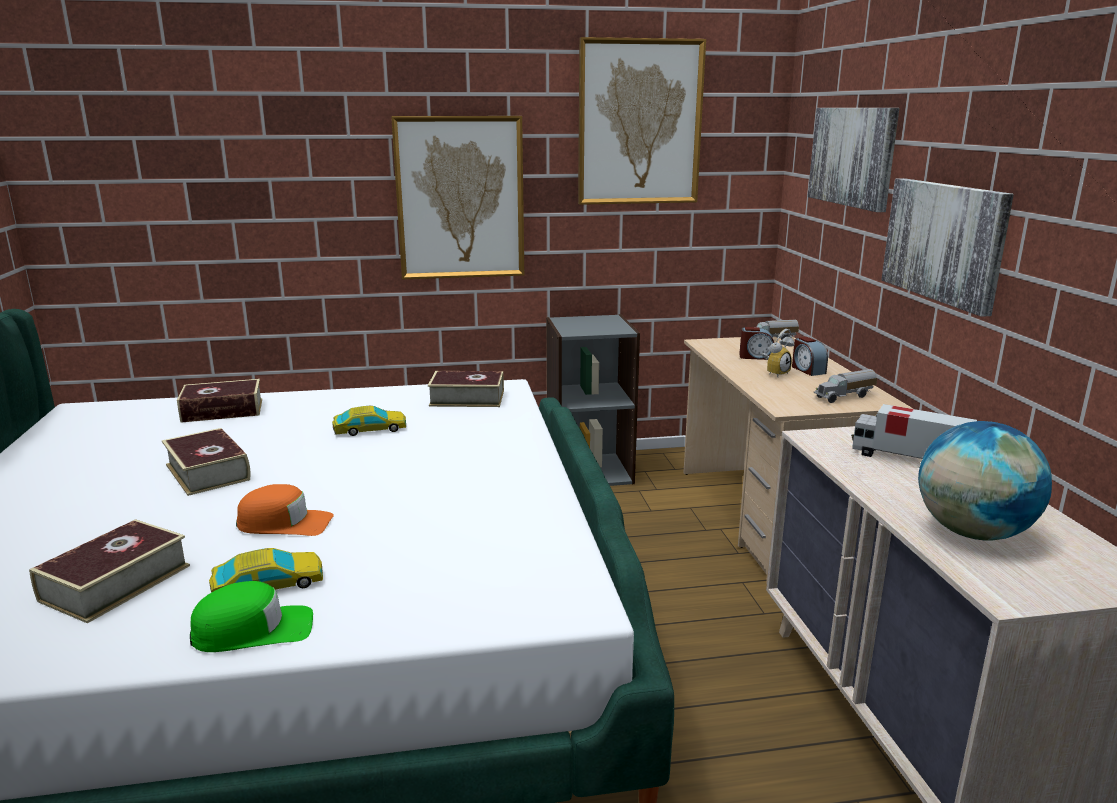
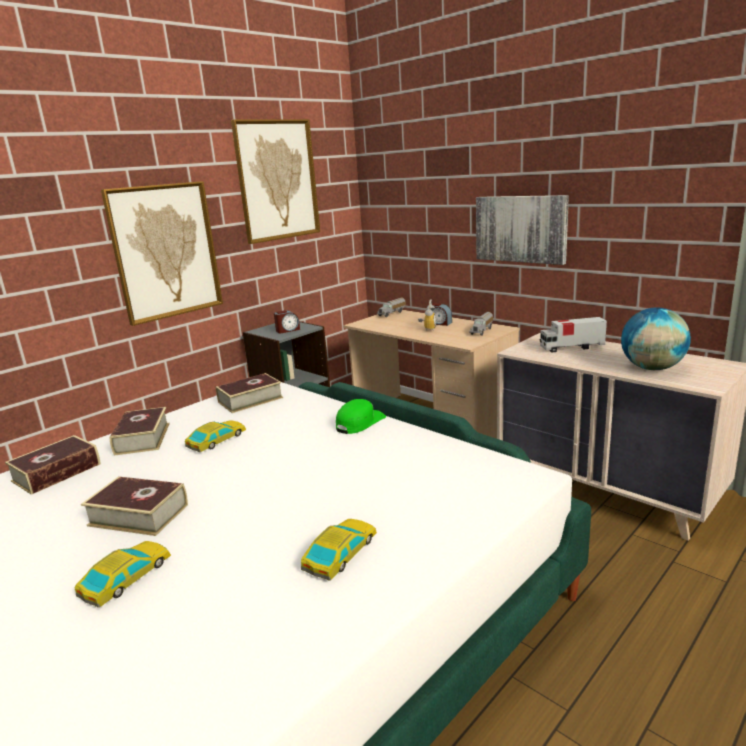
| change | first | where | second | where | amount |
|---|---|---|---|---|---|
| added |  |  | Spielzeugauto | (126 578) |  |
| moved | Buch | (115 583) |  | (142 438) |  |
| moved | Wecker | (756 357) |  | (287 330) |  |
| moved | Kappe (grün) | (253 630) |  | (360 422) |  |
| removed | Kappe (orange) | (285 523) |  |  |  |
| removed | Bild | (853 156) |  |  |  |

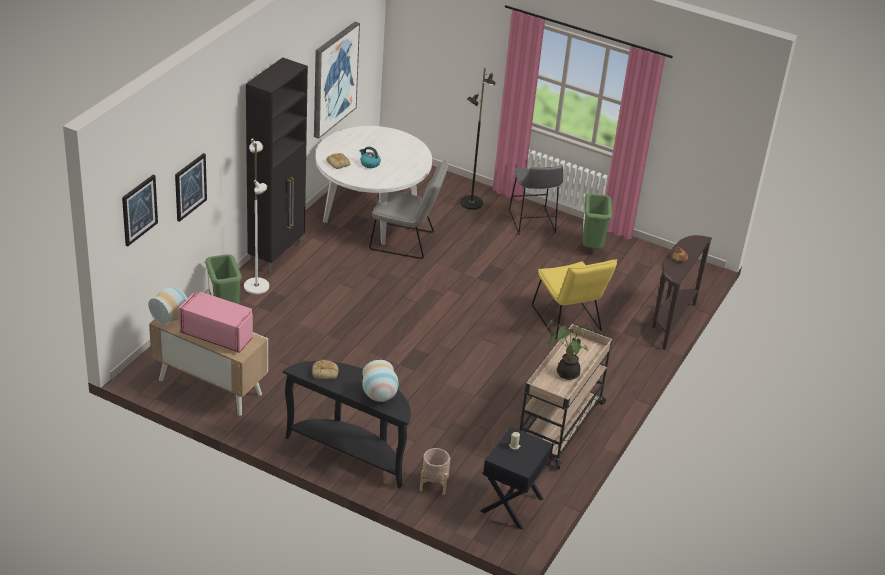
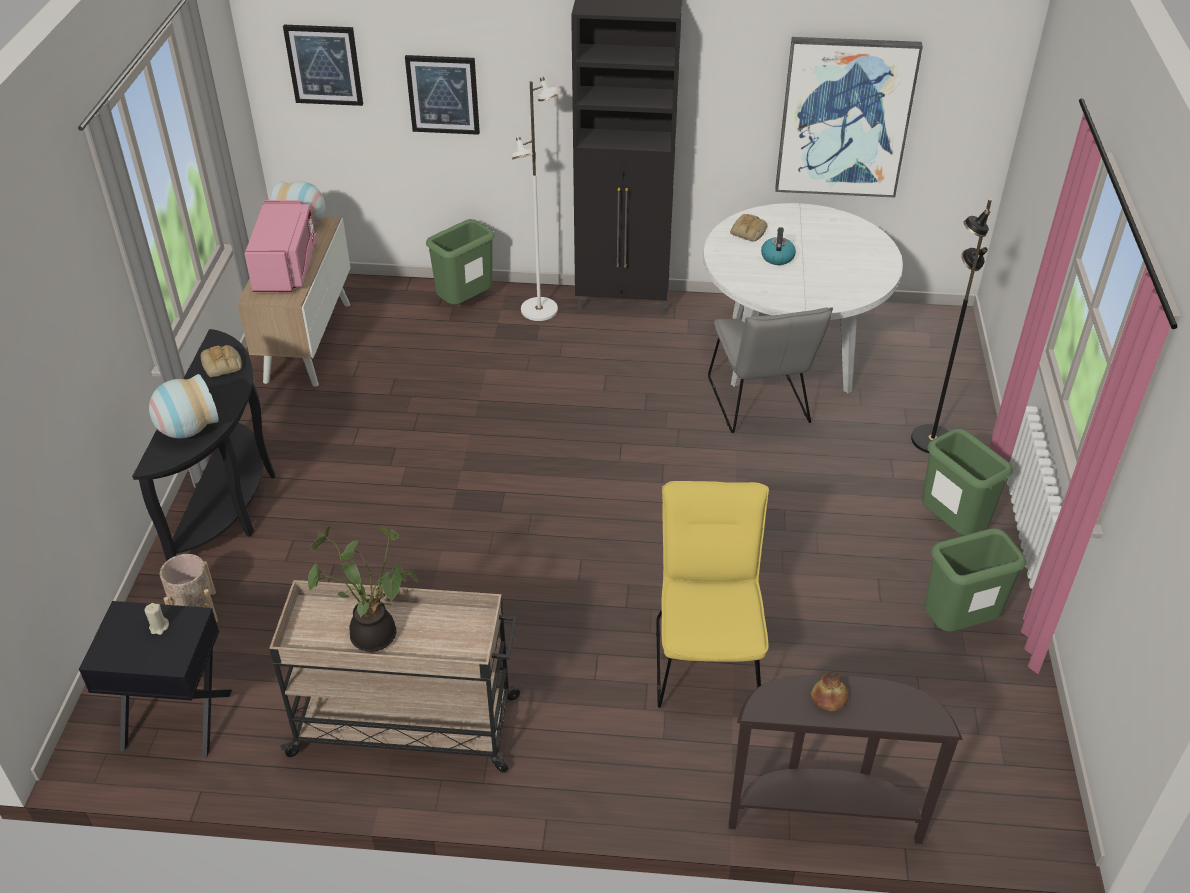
| change | first | where | second | where | amount |
|---|---|---|---|---|---|
| turned | Stuhl (gelb) | (568 321) |  | (707 655) | 135 degrees clockwise |
| replaced | Hocker (grau) | (532 223) | Mülleimer (grün) | (950 526) |  |

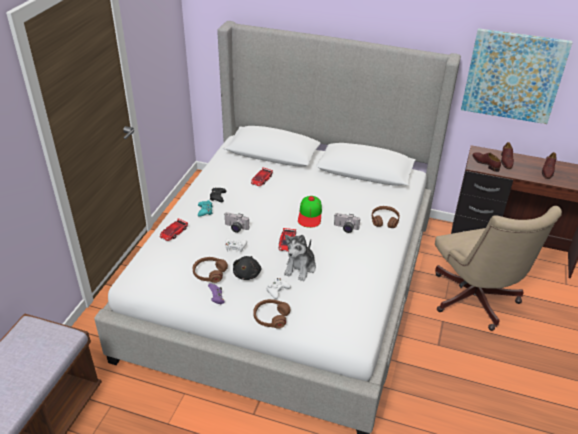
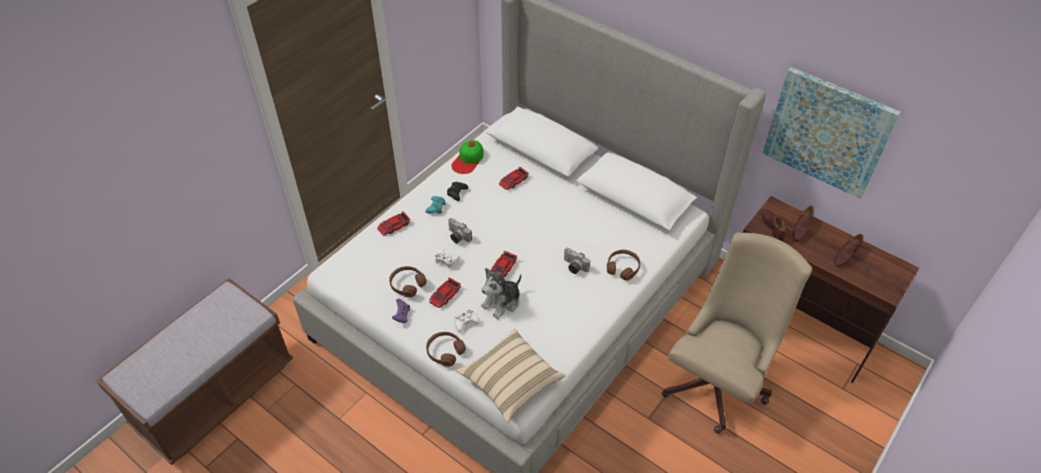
| change | first | where | second | where | amount |
|---|---|---|---|---|---|
| replaced | Plüschtier (schwarz) | (247 274) | Spielzeugauto | (445 295) |  |
| moved | Kappe | (310 214) |  | (468 160) |  |
| added |  |  | Kissen (beige) | (511 382) |  |
| turned | Bürostuhl (beige) | (475 302) |  | (718 380) | 150 degrees counterclockwise |

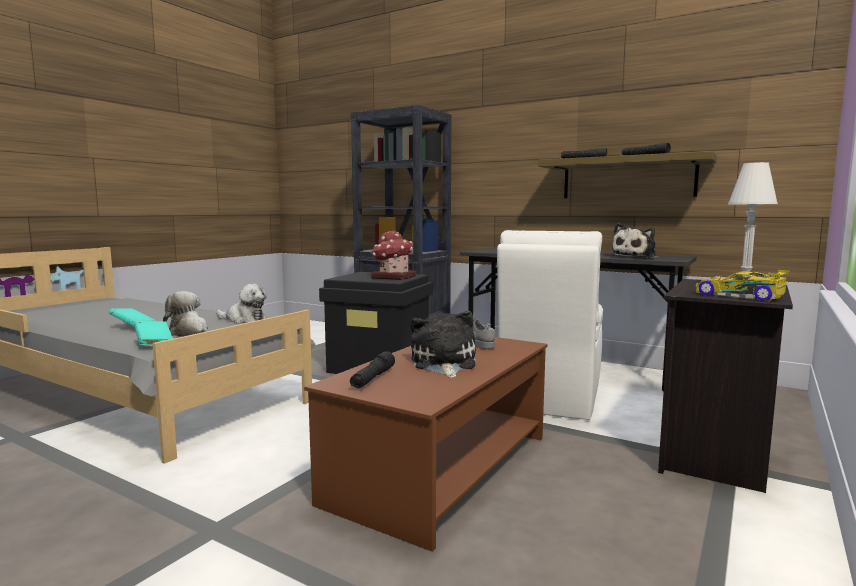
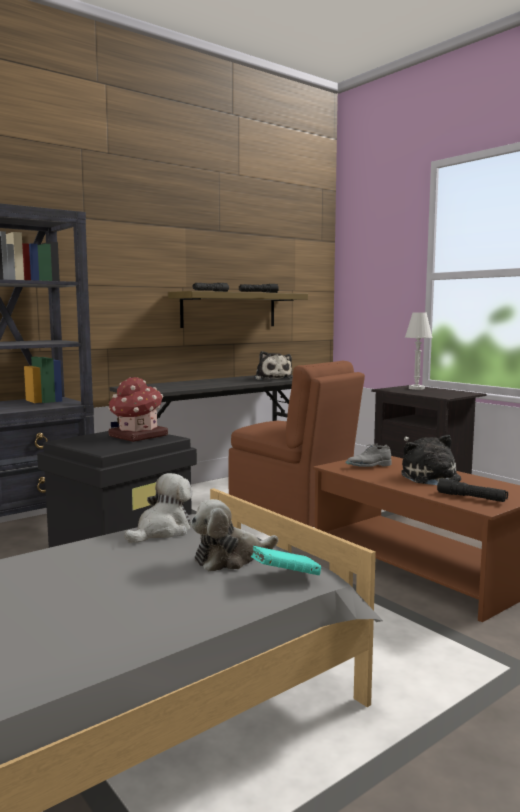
| change | first | where | second | where | amount |
|---|---|---|---|---|---|
| recoloured | Stuhl (weiß) | (549 397) | Stuhl (braun) | (292 510) |  |
| turned | Plüschtier | (443 364) |  | (432 479) | 60 degrees clockwise |
| removed | Buch (türkis) | (133 327) |  |  |  |
| removed | Spielzeugauto | (741 296) |  |  |  |

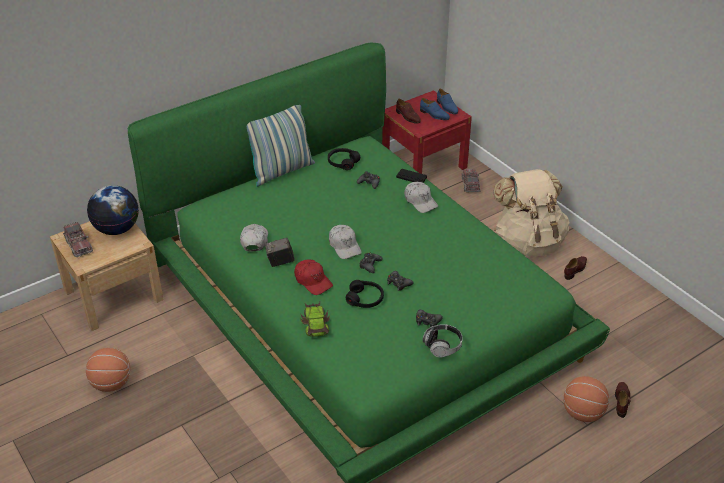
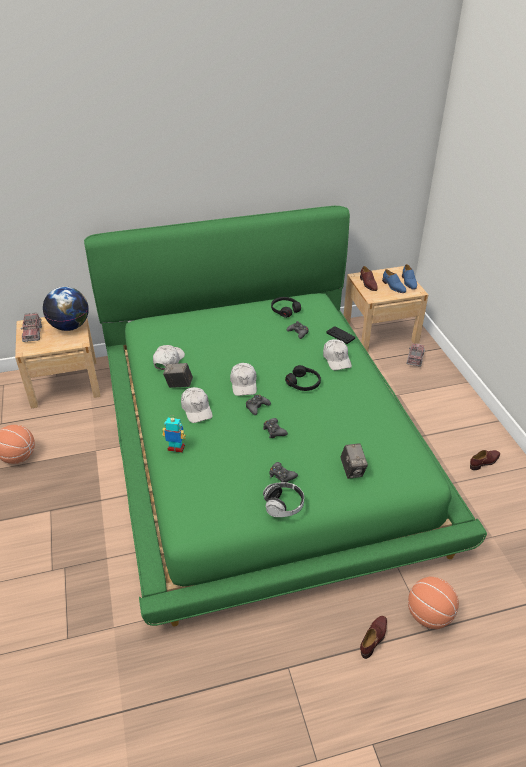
| change | first | where | second | where | amount |
|---|---|---|---|---|---|
| replaced | Spielzeugauto | (315 322) | Spielzeugroboter | (176 448) |  |
| recoloured | Kappe (rot) | (313 281) | Kappe (weiß) | (196 409) |  |
| moved | Kopfhörer (schwarz) | (365 299) |  | (303 383) |  |
| added |  |  | Kamera | (352 470) |  |
| recoloured | Nachttisch (rot) | (423 164) | Nachttisch (beige) | (380 332) |  |
| moved | Schuh (braun) | (621 401) |  | (374 638) |  |
| removed | Kissen | (281 171) |  |  |  |
| removed | Rucksack (beige) | (528 242) |  |  |  |

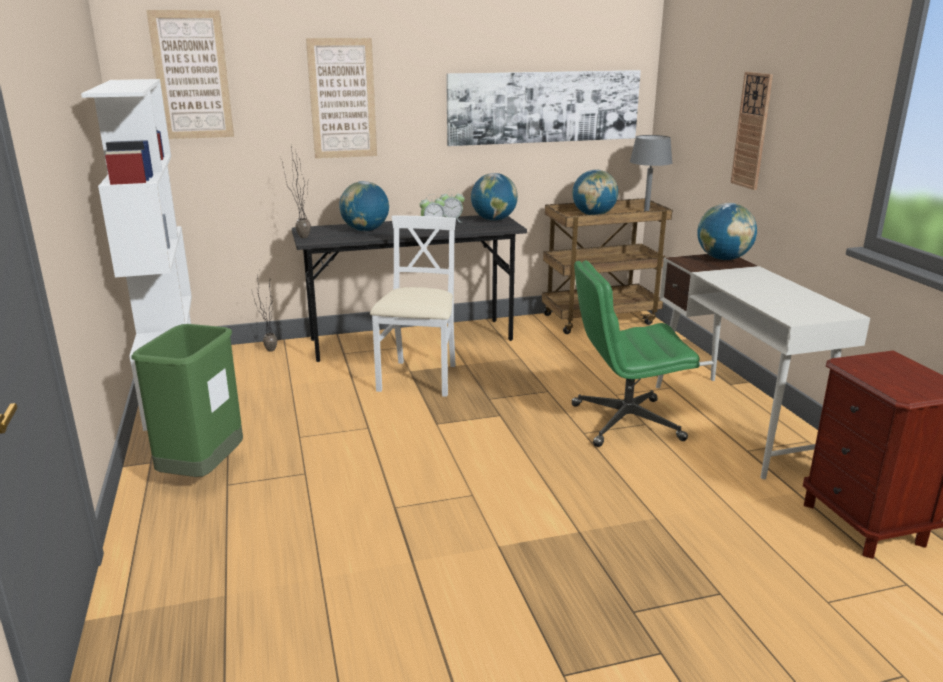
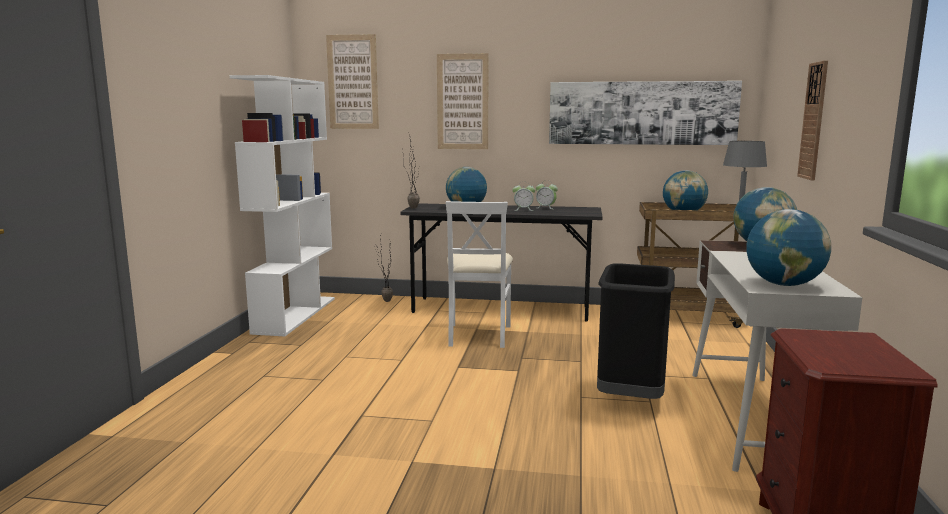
| change | first | where | second | where | amount |
|---|---|---|---|---|---|
| turned | Stuhl (weiß) | (419 378) |  | (478 335) | 150 degrees clockwise |
| replaced | Bürostuhl (grün) | (625 422) | Mülleimer (schwarz) | (630 396) |  |
| moved | Globus | (494 220) |  | (783 284) |  |
| removed | Mülleimer (grün) | (203 472) |  |  |  |

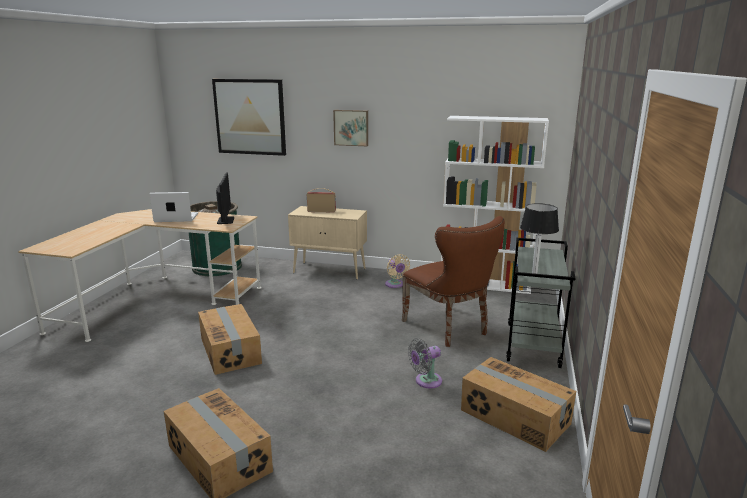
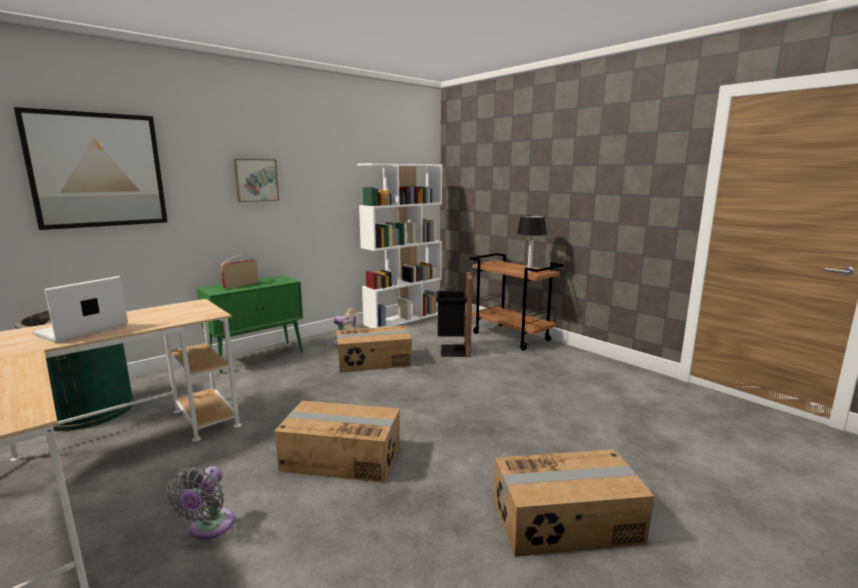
| change | first | where | second | where | amount |
|---|---|---|---|---|---|
| moved | Ventilator (grau) | (426 381) |  | (209 528) |  |
| recoloured | Schrank (beige) | (330 271) | Schrank (grün) | (257 357) |  |
| moved | Karton | (514 417) |  | (374 361) |  |
| replaced | Stuhl (braun) | (449 329) | Mülleimer (schwarz) | (453 350) |  |
| recoloured | Rollwagen (grau) | (533 345) | Rollwagen (braun) | (512 337) |  |
| removed | Monitor | (225 220) |  |  |  |

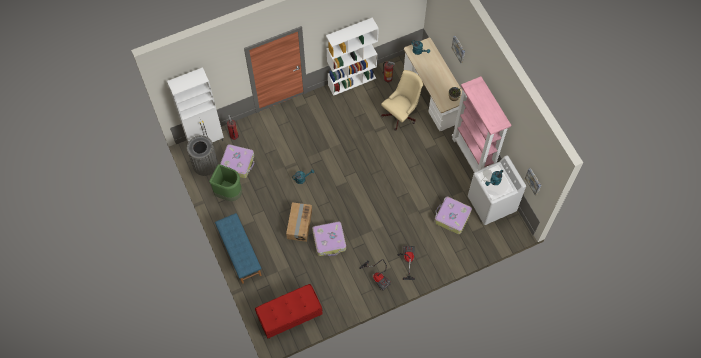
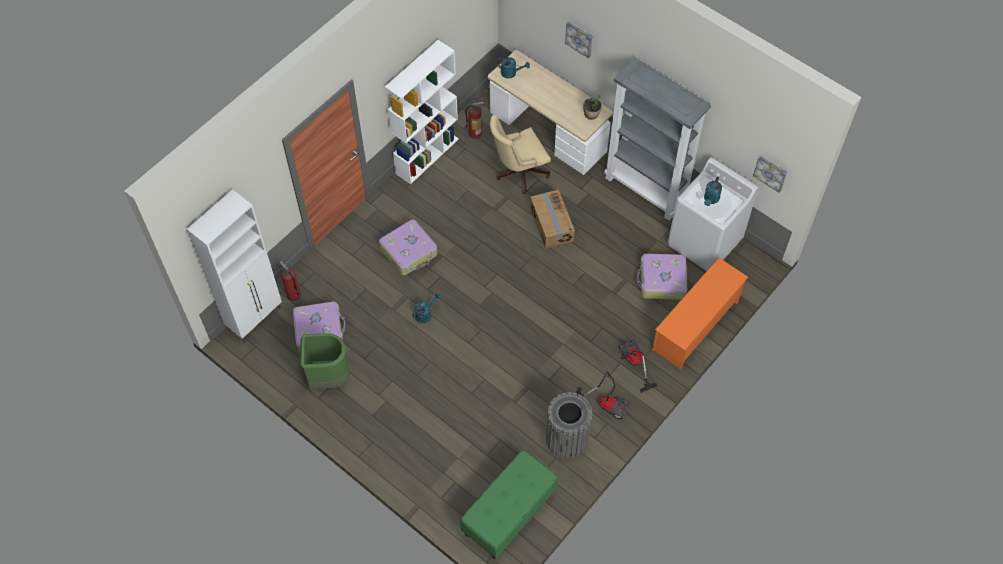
| change | first | where | second | where | amount |
|---|---|---|---|---|---|
| moved | Koffer | (329 241) |  | (409 252) |  |
| recoloured | Bank (rot) | (290 316) | Bank (grün) | (509 514) |  |
| turned | Bürostuhl (beige) | (401 114) |  | (518 172) | 135 degrees counterclockwise |
| moved | Karton | (299 224) |  | (551 225) |  |
| moved | Mülleimer (grau) | (205 164) |  | (566 439) |  |
| recoloured | Bücherregal (rosa) | (472 156) | Bücherregal (grau) | (646 190) |  |
| added |  |  | Schuhregal (orange) | (695 326) |  |
| removed | Bank (blau) | (239 253) |  |  |  |

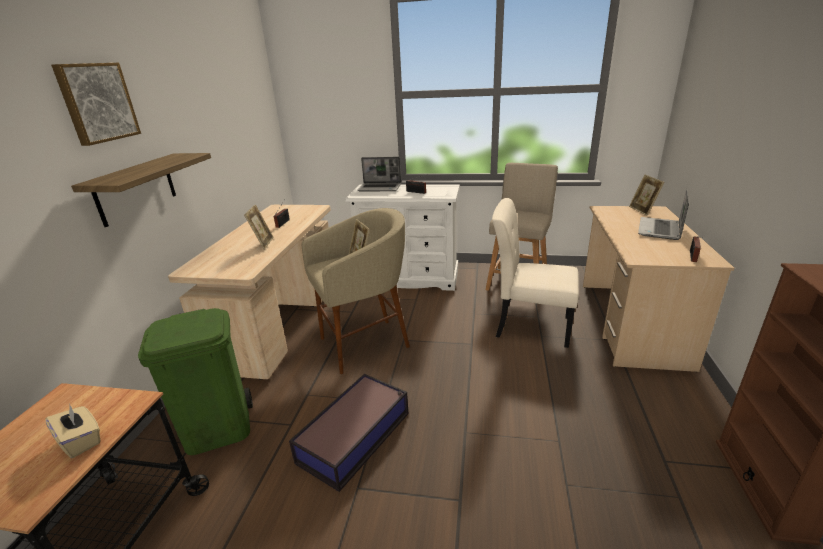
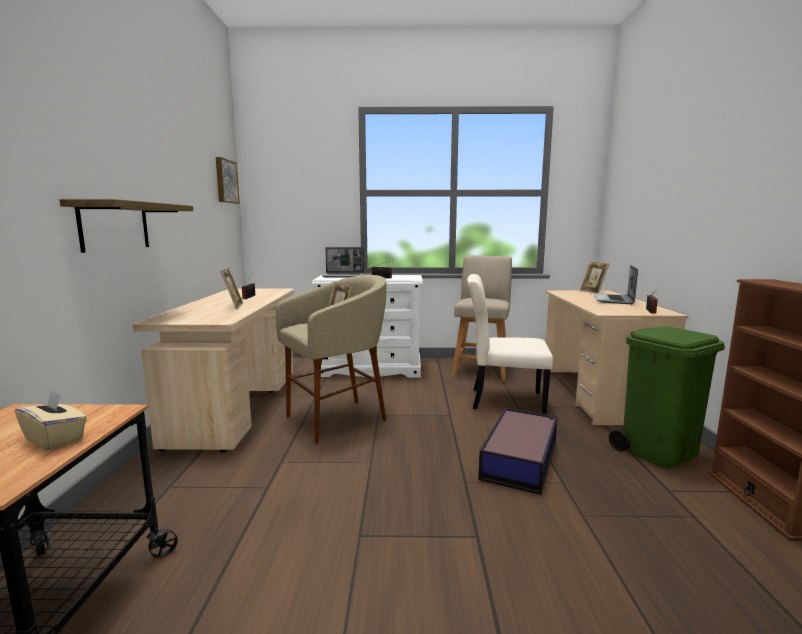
| change | first | where | second | where | amount |
|---|---|---|---|---|---|
| moved | Bild | (97 102) |  | (225 181) |  |
| moved | Aufbewahrungsbox | (356 436) |  | (521 458) |  |
| moved | Mülleimer (grün) | (219 429) |  | (658 451) |  |

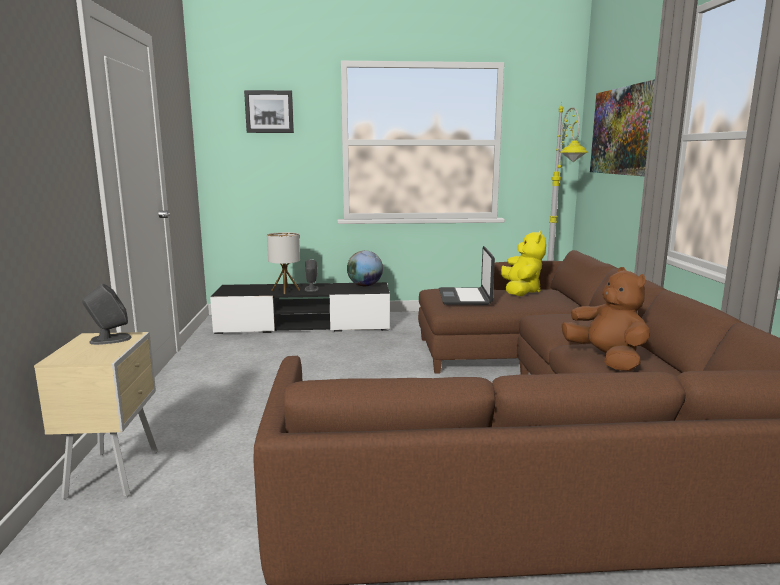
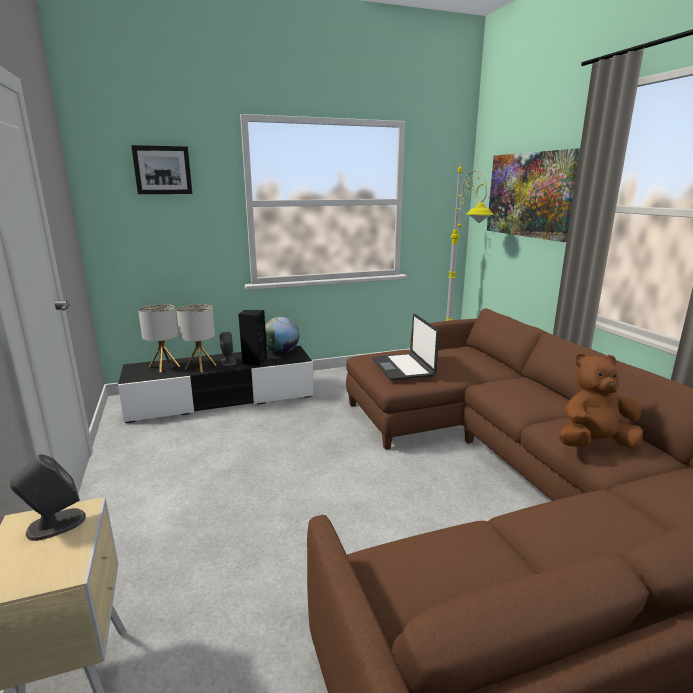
| change | first | where | second | where | amount |
|---|---|---|---|---|---|
| added |  |  | Tischlampe | (164 366) |  |
| added |  |  | Lautsprecher (schwarz) | (254 361) |  |
| turned | Plüschtier (braun) | (606 359) |  | (594 444) | 60 degrees counterclockwise |
| removed | Plüschtier (gelb) | (521 291) |  |  |  |

